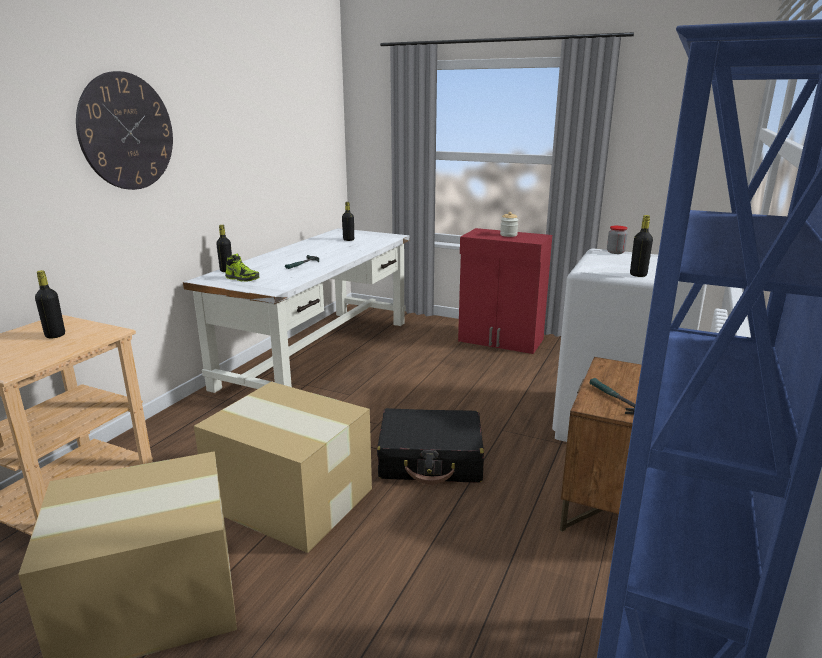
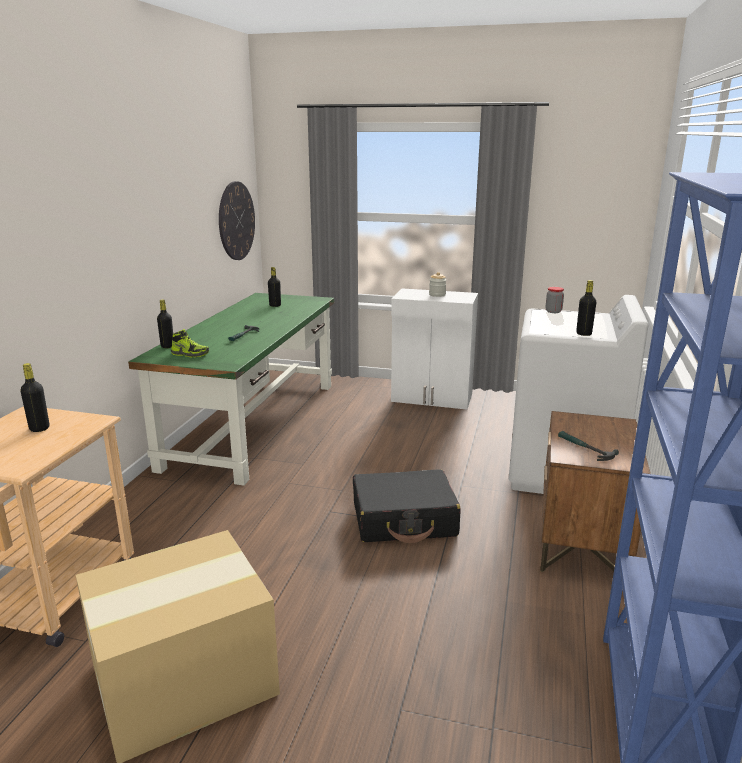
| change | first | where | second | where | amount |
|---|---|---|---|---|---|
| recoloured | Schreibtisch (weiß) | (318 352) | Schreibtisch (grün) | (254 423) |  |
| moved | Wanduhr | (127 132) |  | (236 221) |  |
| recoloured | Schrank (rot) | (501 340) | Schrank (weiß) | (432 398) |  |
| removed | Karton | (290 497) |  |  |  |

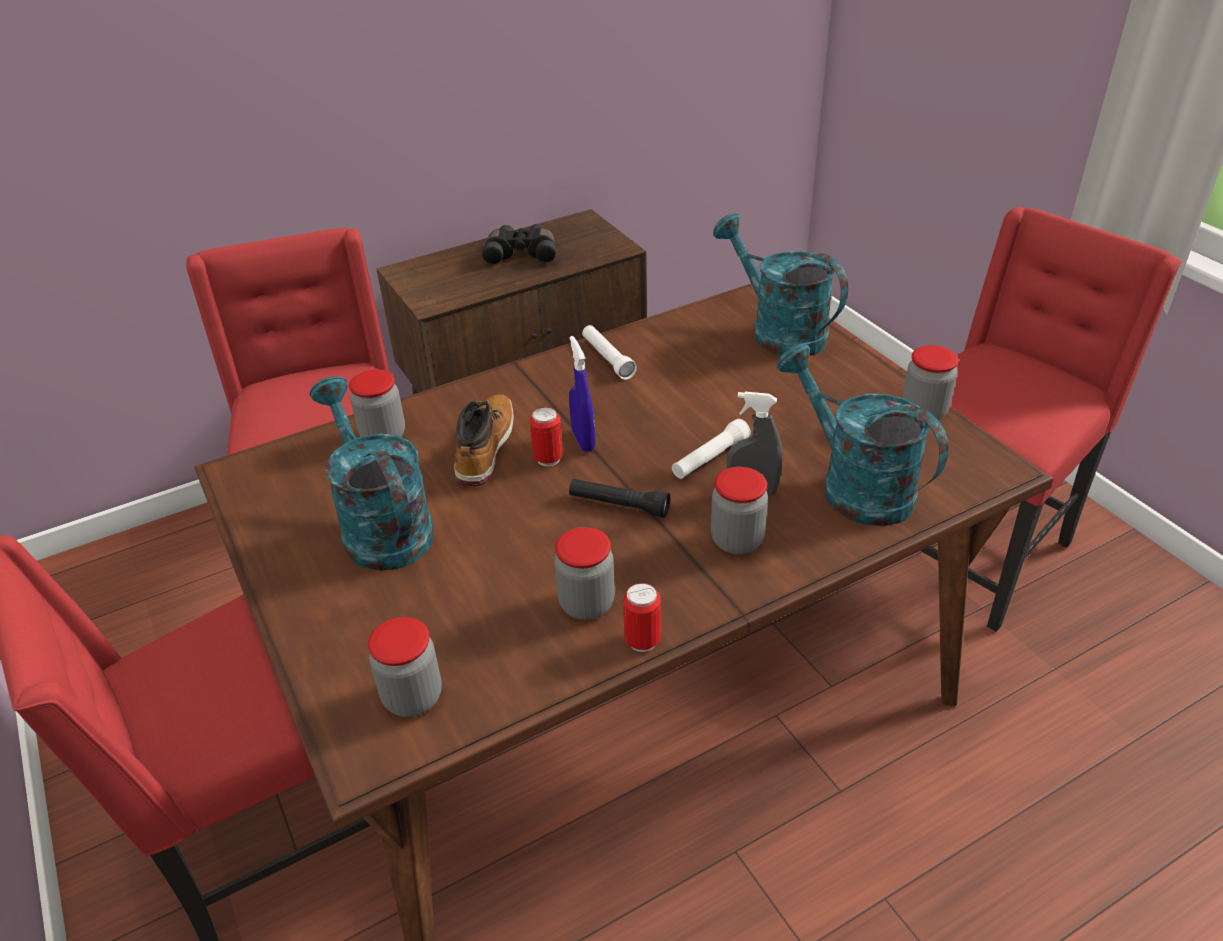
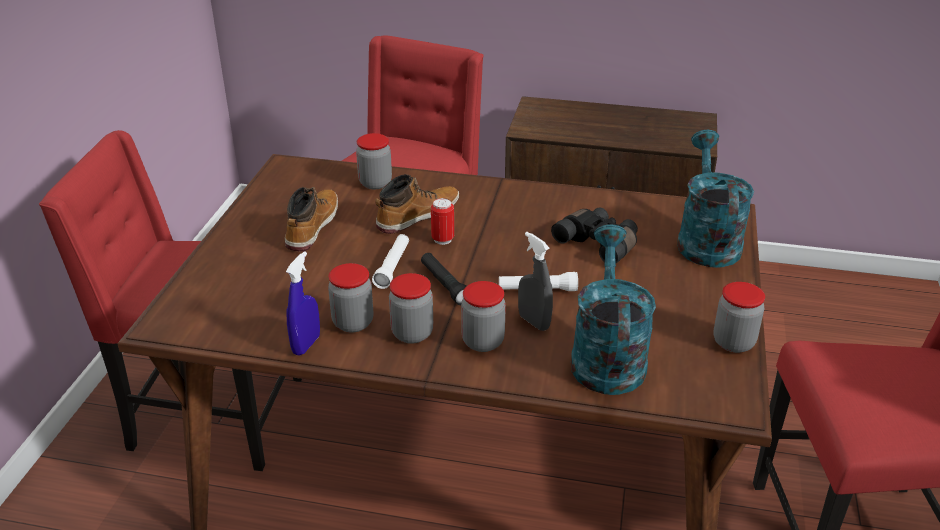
| change | first | where | second | where | amount |
|---|---|---|---|---|---|
| replaced | Gießkanne (türkis) | (381 526) | Stiefel | (311 227) |  |
| moved | Sprühflasche (blau) | (583 440) |  | (306 345) |  |
| moved | Taschenlampe (weiß) | (608 359) |  | (392 267) |  |
| moved | Vorratsglas | (413 697) |  | (412 333) |  |
| moved | Fernglas (schwarz) | (521 254) |  | (599 243) |  |
| removed | Dose | (642 641) |  |  |  |

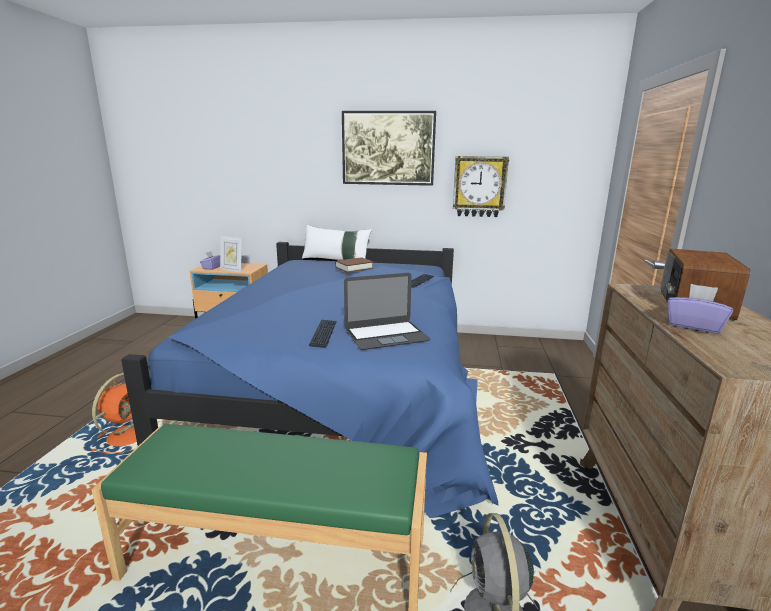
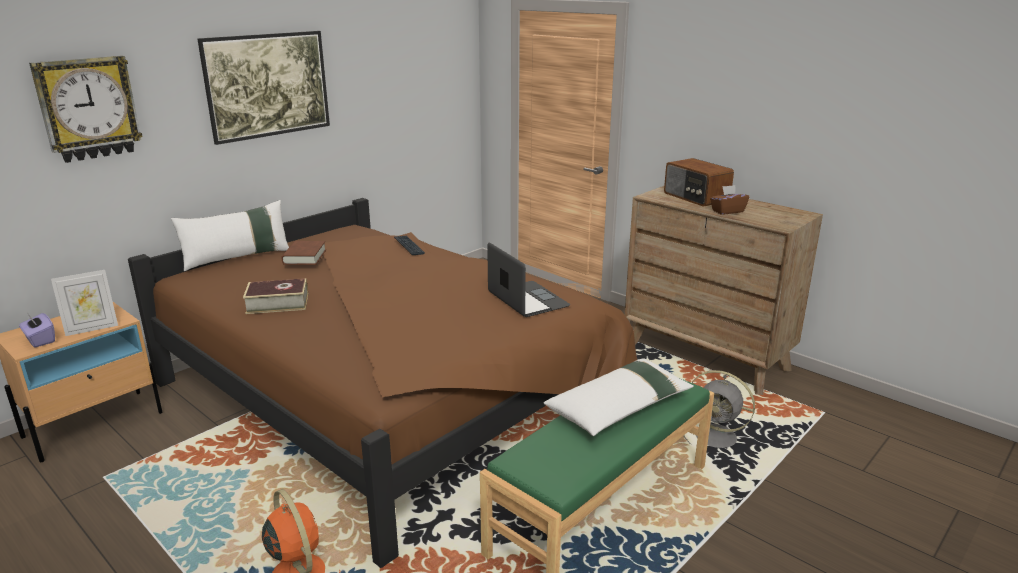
| change | first | where | second | where | amount |
|---|---|---|---|---|---|
| moved | Wanduhr | (479 186) |  | (88 108) |  |
| recoloured | Bett (blau) | (345 386) | Bett (braun) | (392 395) |  |
| added |  |  | Buch | (277 303) |  |
| turned | Laptop | (386 335) |  | (527 299) | 45 degrees counterclockwise |
| added |  |  | Kissen (weiß) | (619 407) |  |
| recoloured | Taschentuchbox (lila) | (694 326) | Taschentuchbox (braun) | (727 211) |  |
| removed | Tastatur | (323 334) |  |  |  |

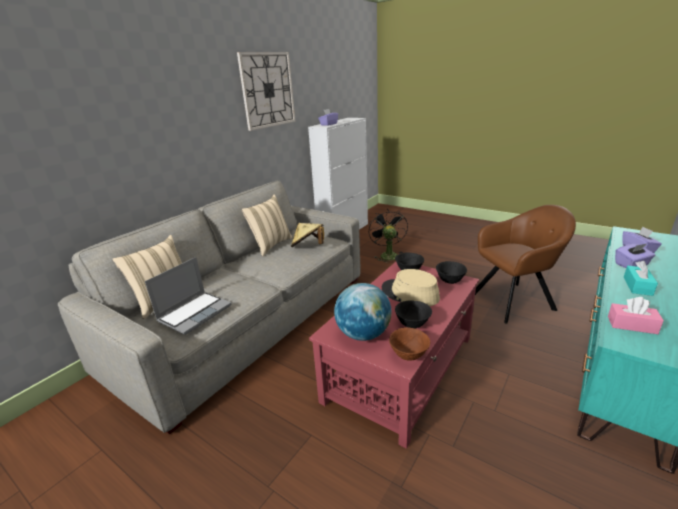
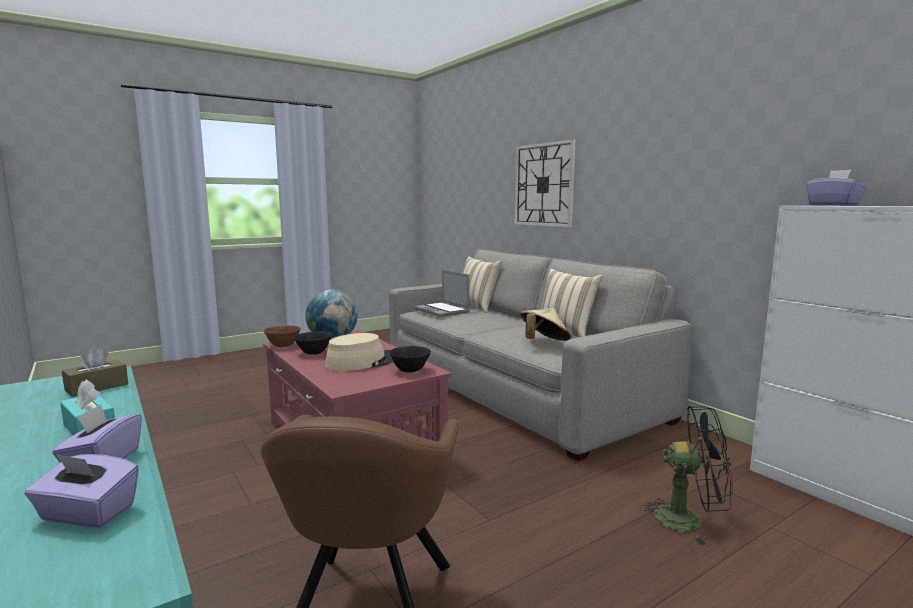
| change | first | where | second | where | amount |
|---|---|---|---|---|---|
| recoloured | Taschentuchbox (rosa) | (632 325) | Taschentuchbox (braun) | (97 387) |  |
| moved | Wanduhr | (268 90) |  | (544 185) |  |
| removed | Schüssel (schwarz) | (450 281) |  |  |  |

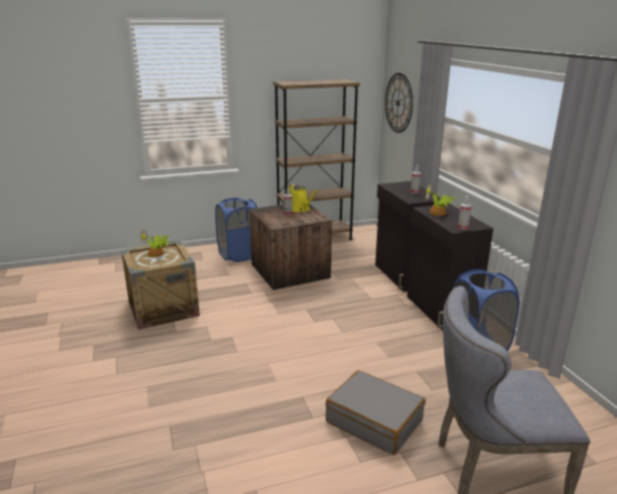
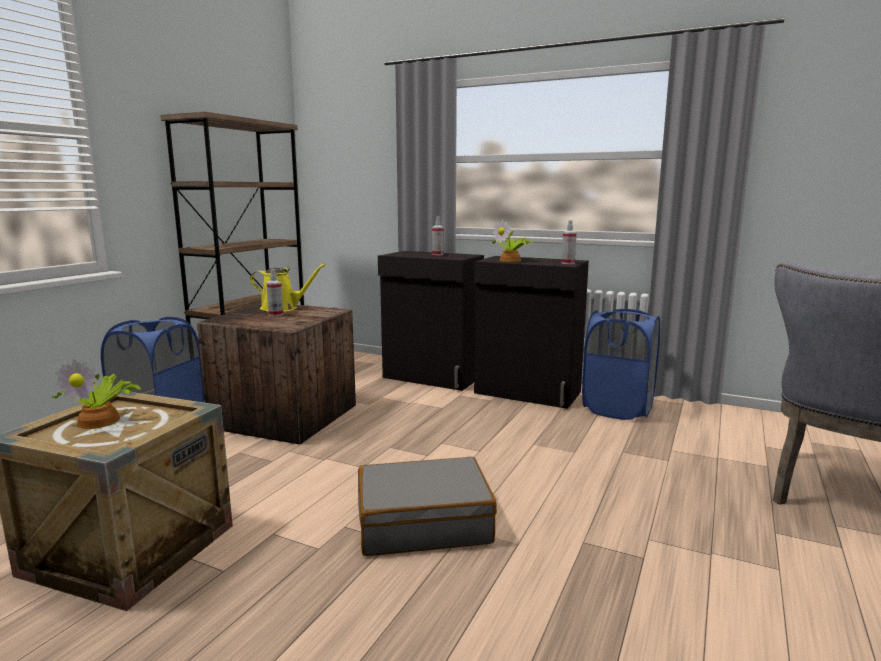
| change | first | where | second | where | amount |
|---|---|---|---|---|---|
| moved | Koffer (grau) | (374 421) |  | (423 522) |  |
| removed | Wanduhr | (398 103) |  |  |  |

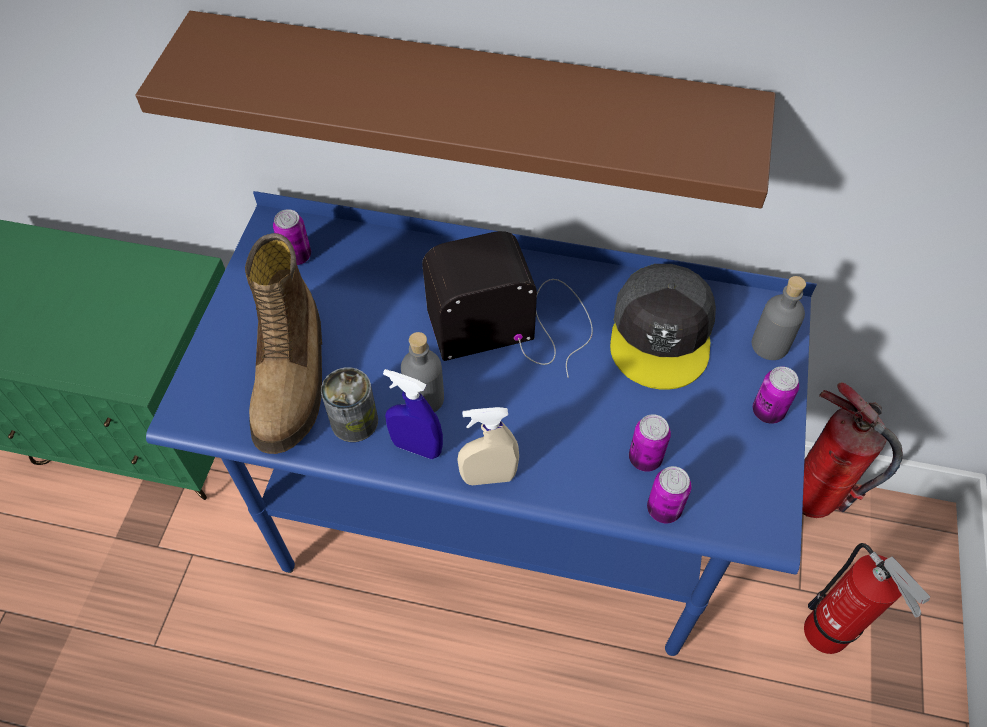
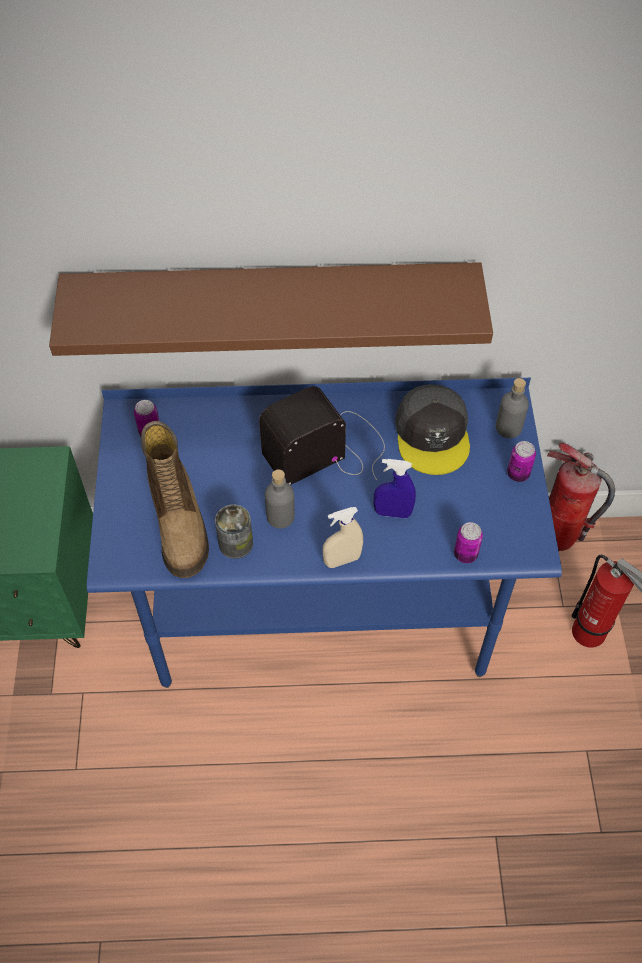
| change | first | where | second | where | amount |
|---|---|---|---|---|---|
| moved | Sprühflasche (blau) | (417 447) |  | (392 513) |  |
| removed | Dose | (645 458) |  |  |  |

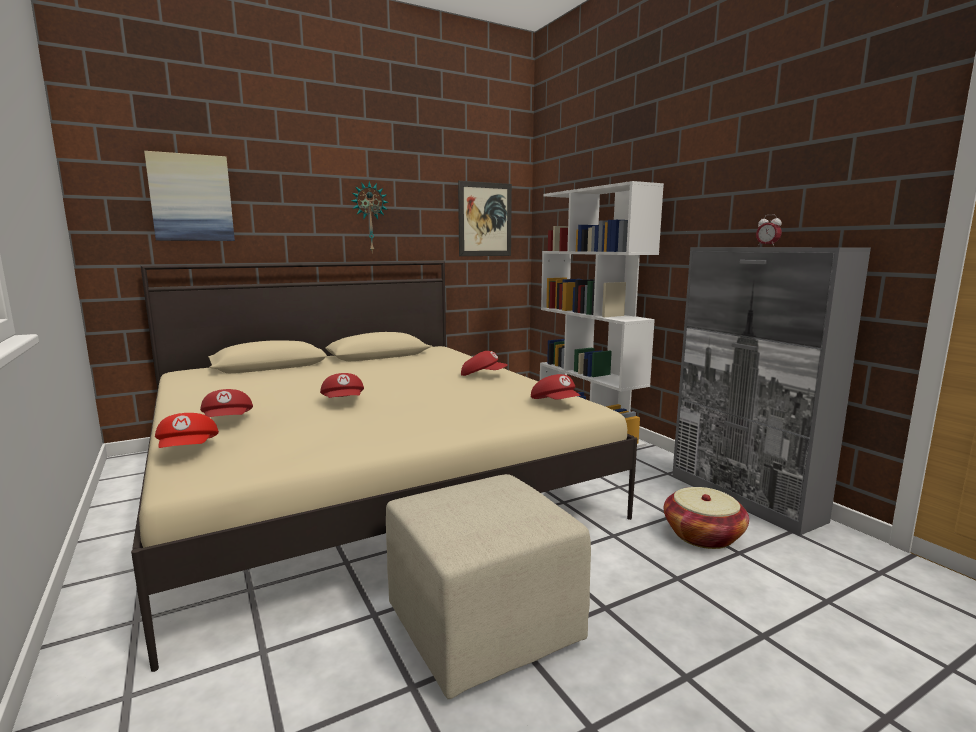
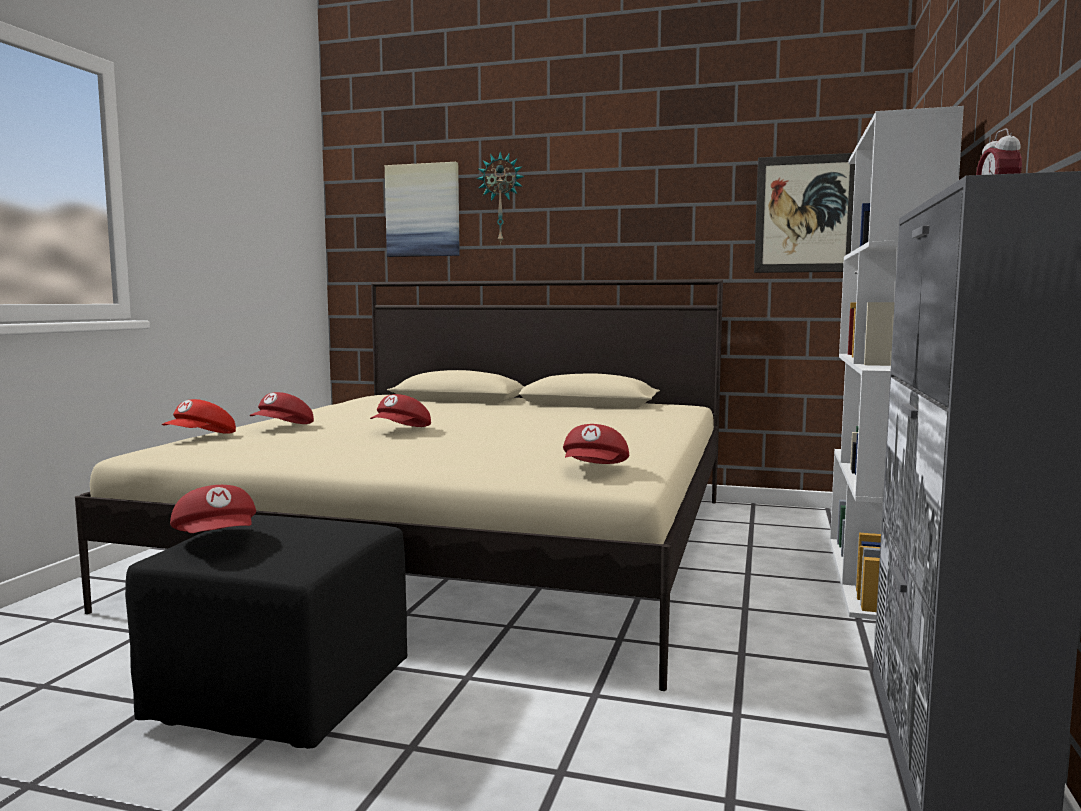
| change | first | where | second | where | amount |
|---|---|---|---|---|---|
| recoloured | Polsterhocker (beige) | (485 626) | Polsterhocker (schwarz) | (285 697) |  |
| moved | Kappe (rot) | (483 375) |  | (218 541) |  |
| moved | Wanduhr | (369 217) |  | (501 198) |  |
| removed | Korb | (703 535) |  |  |  |

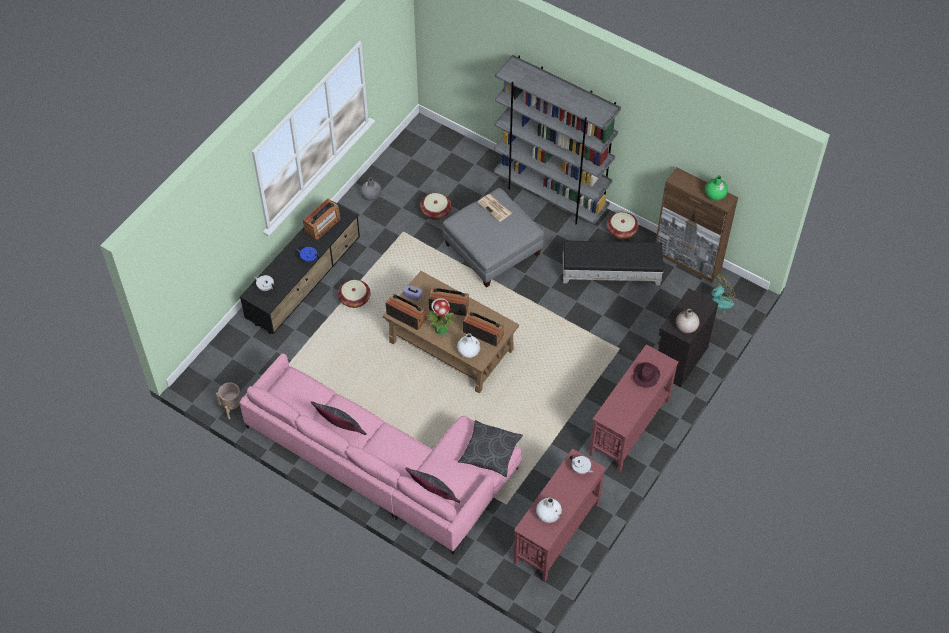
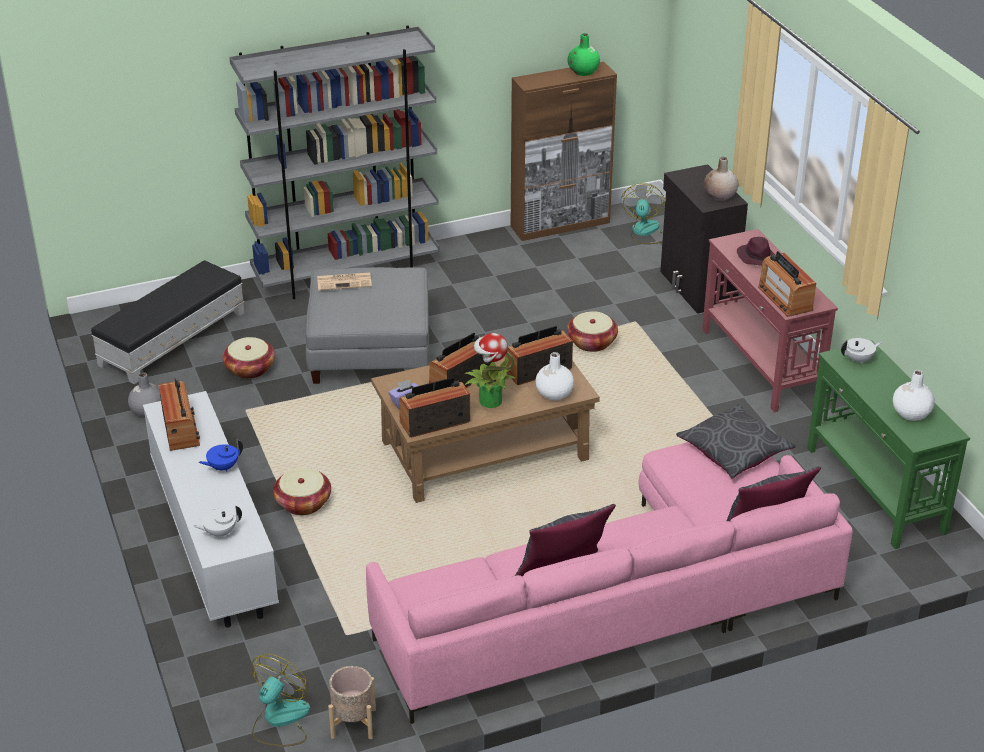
| change | first | where | second | where | amount |
|---|---|---|---|---|---|
| moved | Polsterhocker (schwarz) | (611 271) |  | (173 338) |  |
| recoloured | Fernsehschrank (schwarz) | (305 282) | Fernsehschrank (weiß) | (214 538) |  |
| added |  |  | Ventilator | (280 720) |  |
| moved | Korb | (621 231) |  | (592 342) |  |
| added |  |  | Radio | (785 298) |  |
| recoloured | Konsolentisch (rot) | (556 533) | Konsolentisch (grün) | (874 490) |  |

